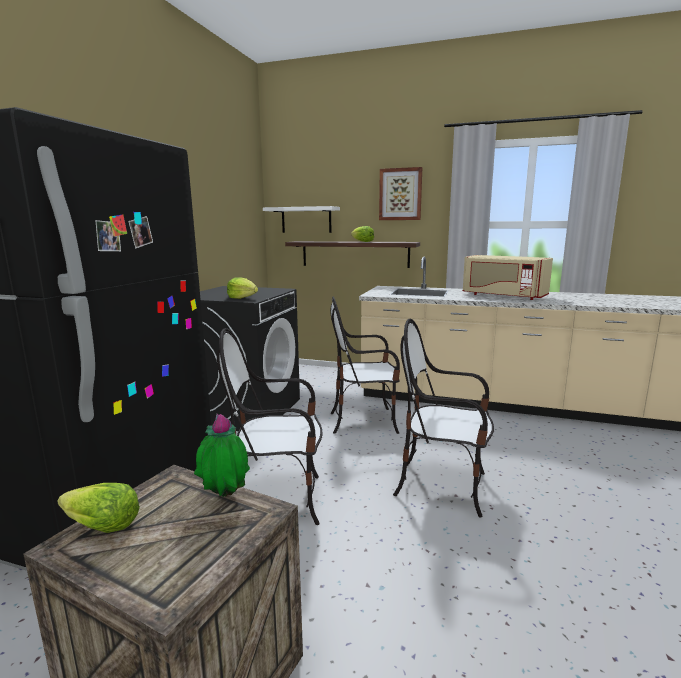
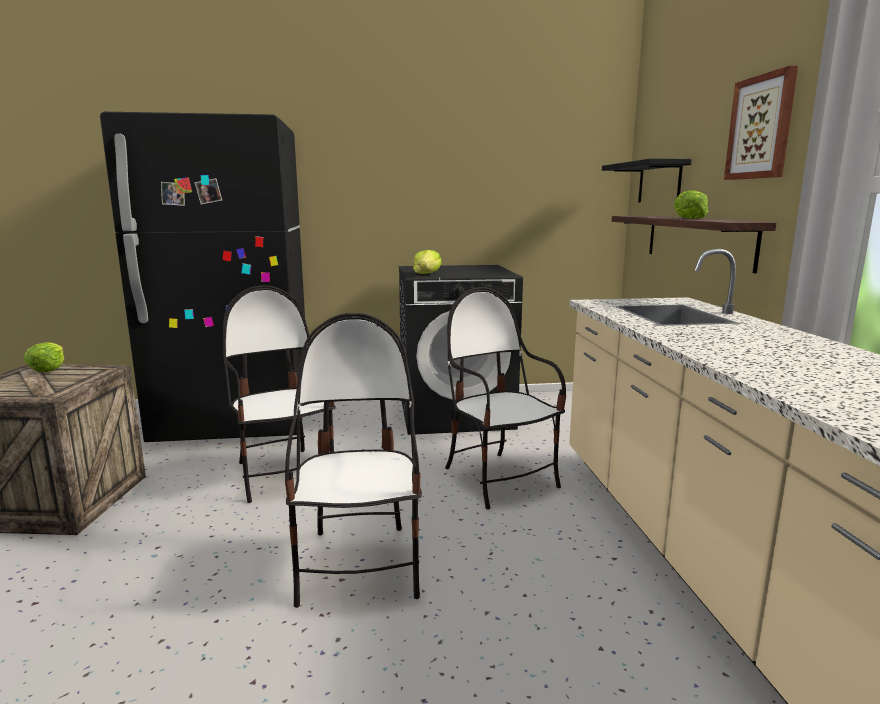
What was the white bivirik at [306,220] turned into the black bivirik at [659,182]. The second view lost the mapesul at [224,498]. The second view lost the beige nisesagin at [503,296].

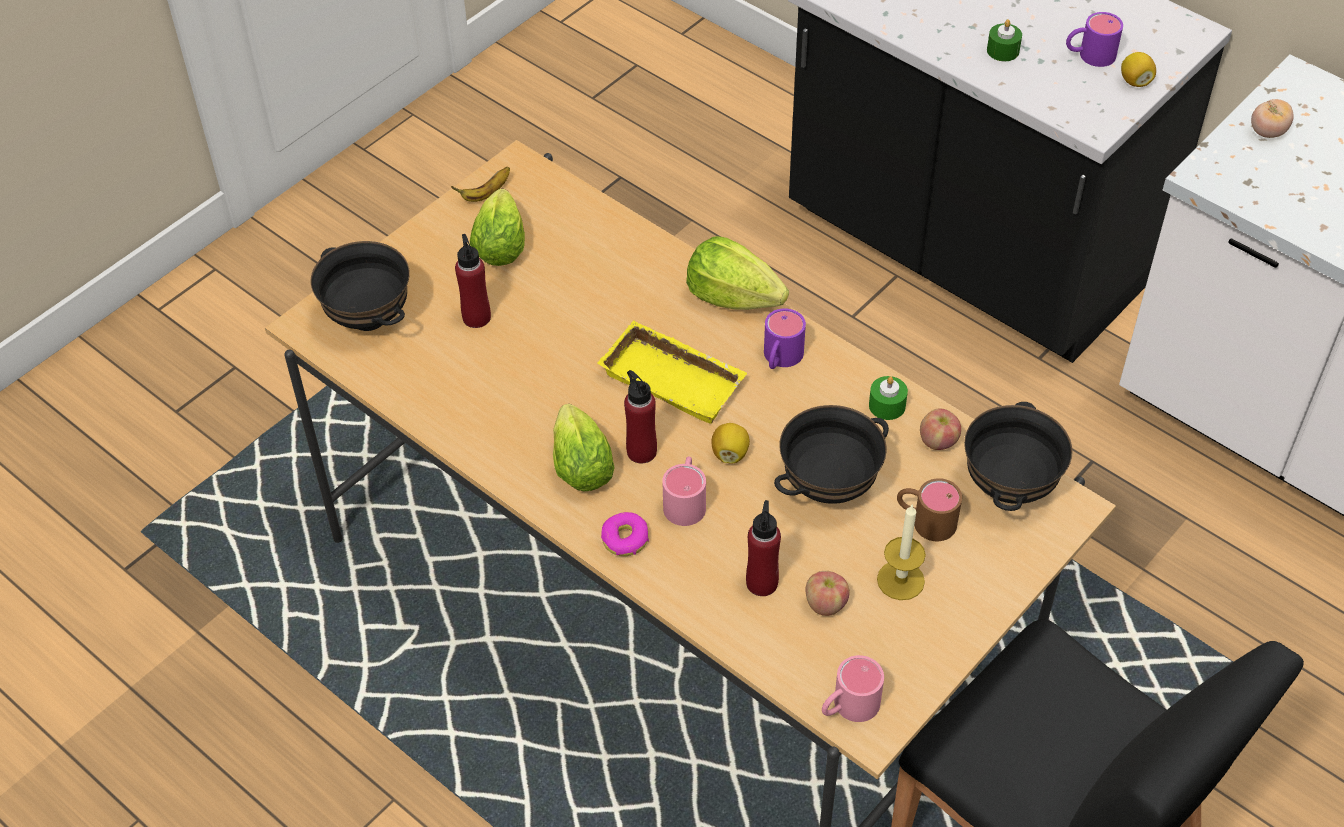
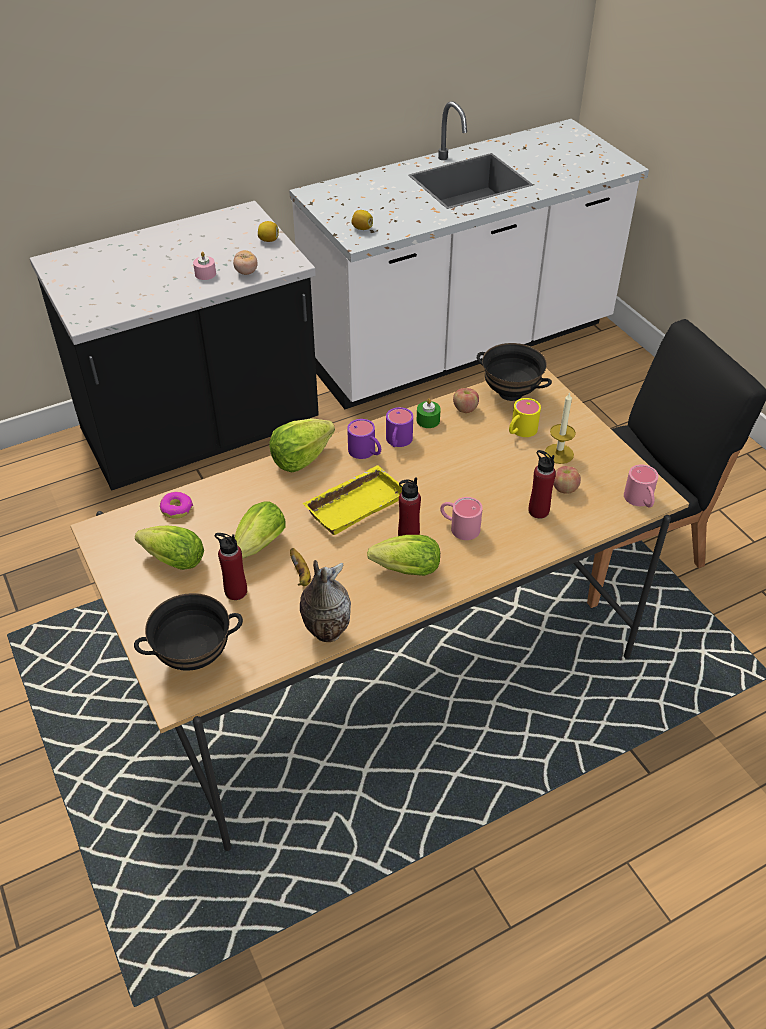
The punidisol ended up elsewhere, having gone from [625,539] to [177,509]. What was the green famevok at [1003,50] turned into the pink famevok at [205,274]. The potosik ended up elsewhere, having gone from [1267,132] to [246,272]. The second view gained the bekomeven at [257,547]. The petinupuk ended up elsewhere, having gone from [486,194] to [301,574]. The second view gained the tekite at [325,632]. The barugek ended up elsewhere, having gone from [730,453] to [362,228]. The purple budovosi ended up elsewhere, having gone from [1089,55] to [397,442]. What was the brown budovosi at [925,520] turned into the yellow budovosi at [520,431]. The second view lost the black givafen at [829,487].

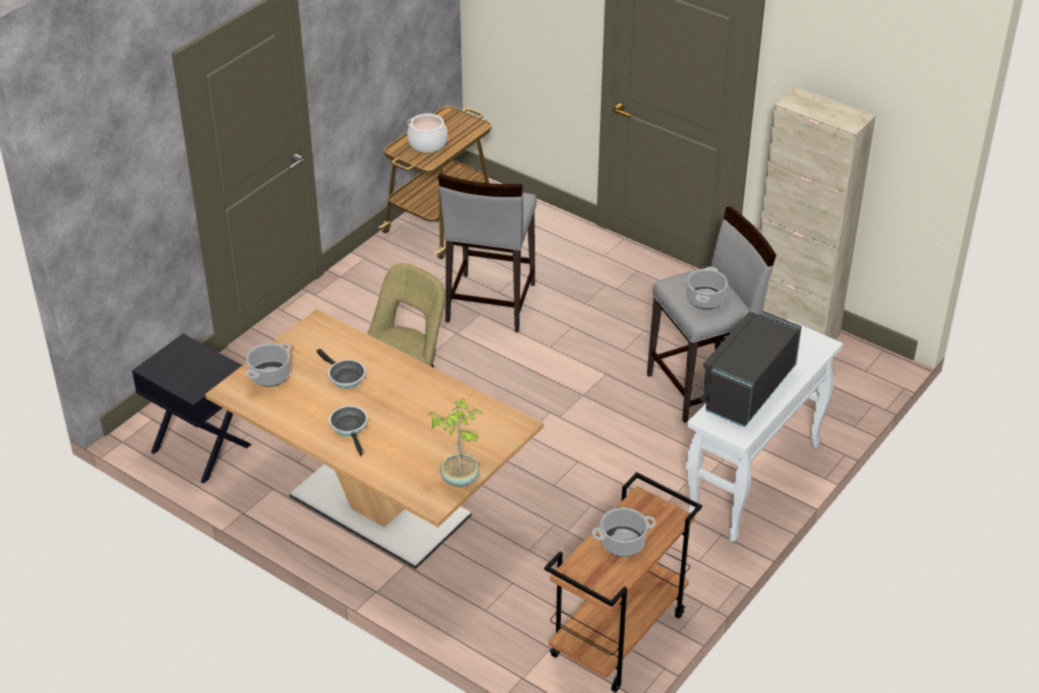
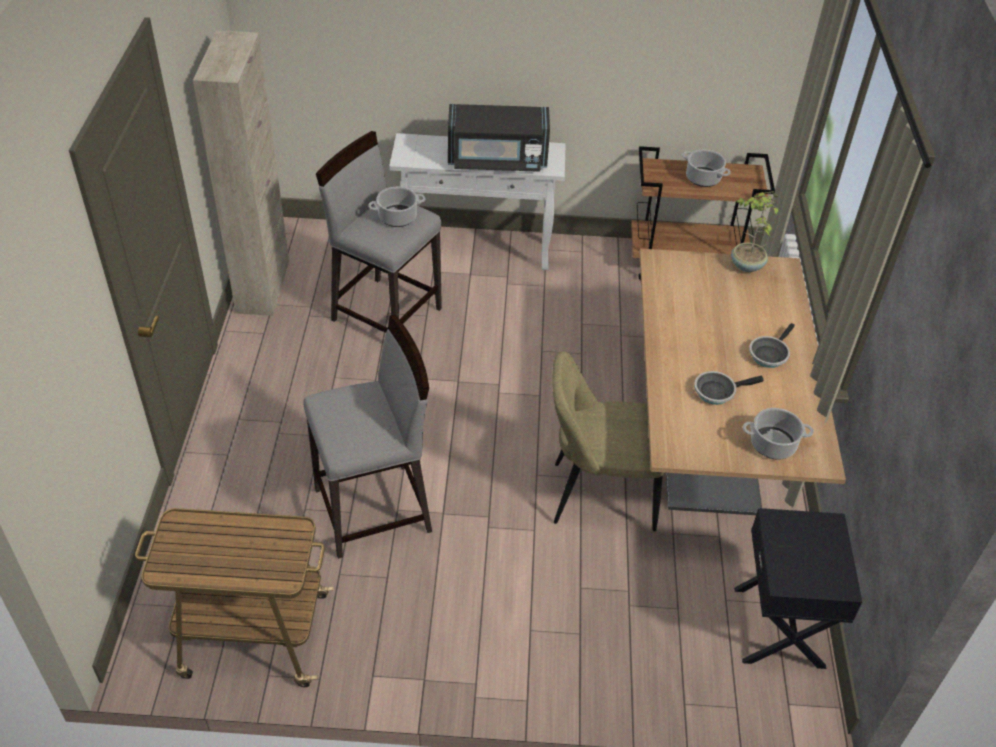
The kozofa at [344,376] ended up facing another way, 120 degrees counterclockwise from before. The second view lost the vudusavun at [427,143].

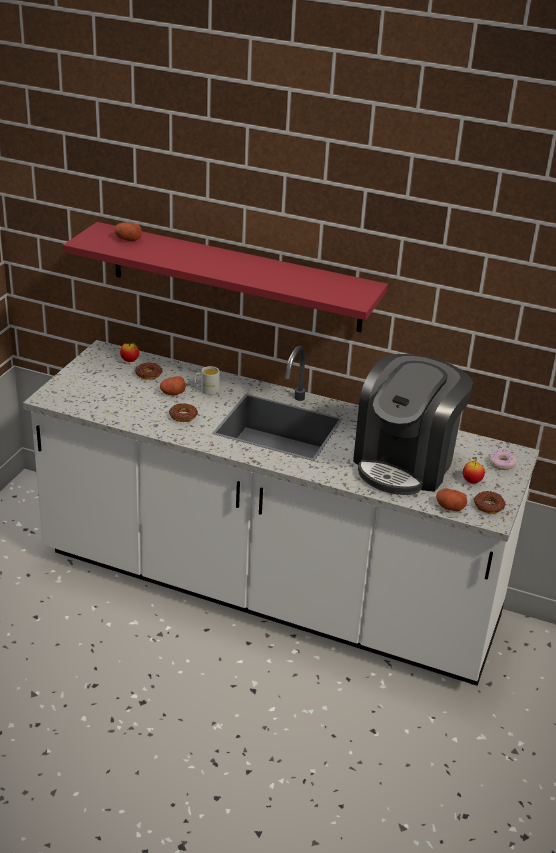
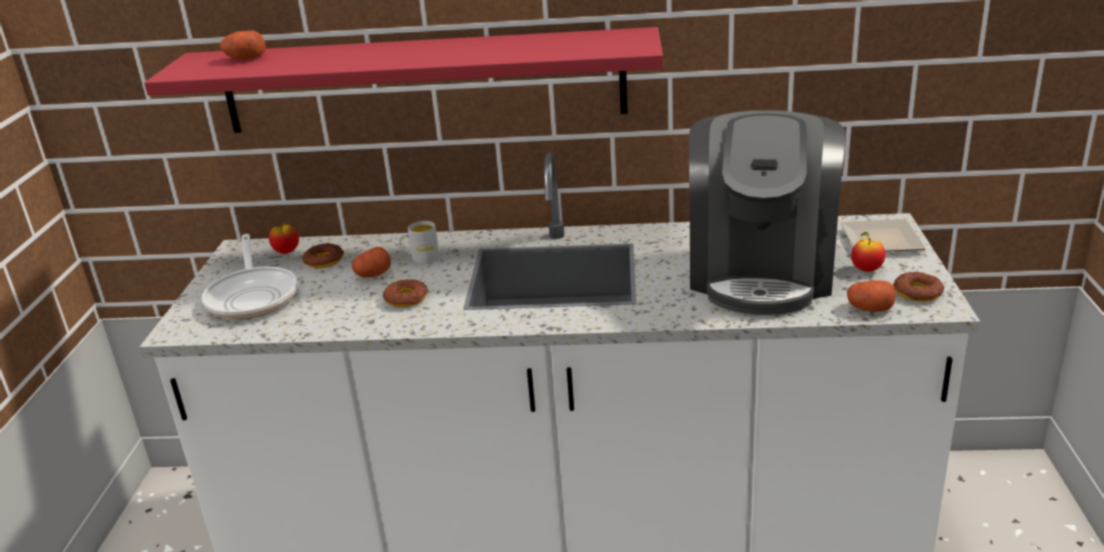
The second view gained the kozofa at [253,296]. Where the punidisol stood at [502,464], the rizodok came to stand at [883,239].

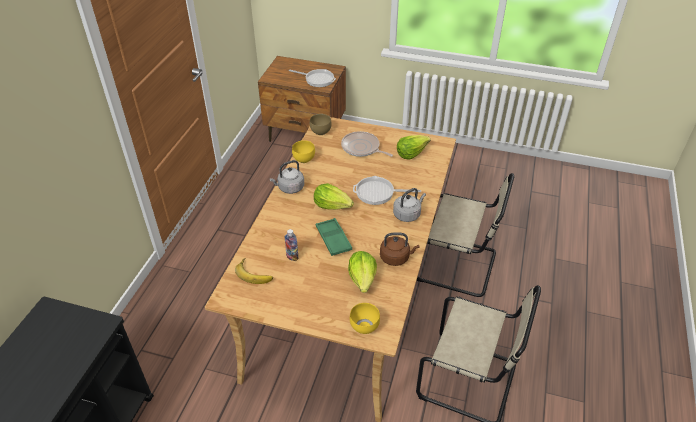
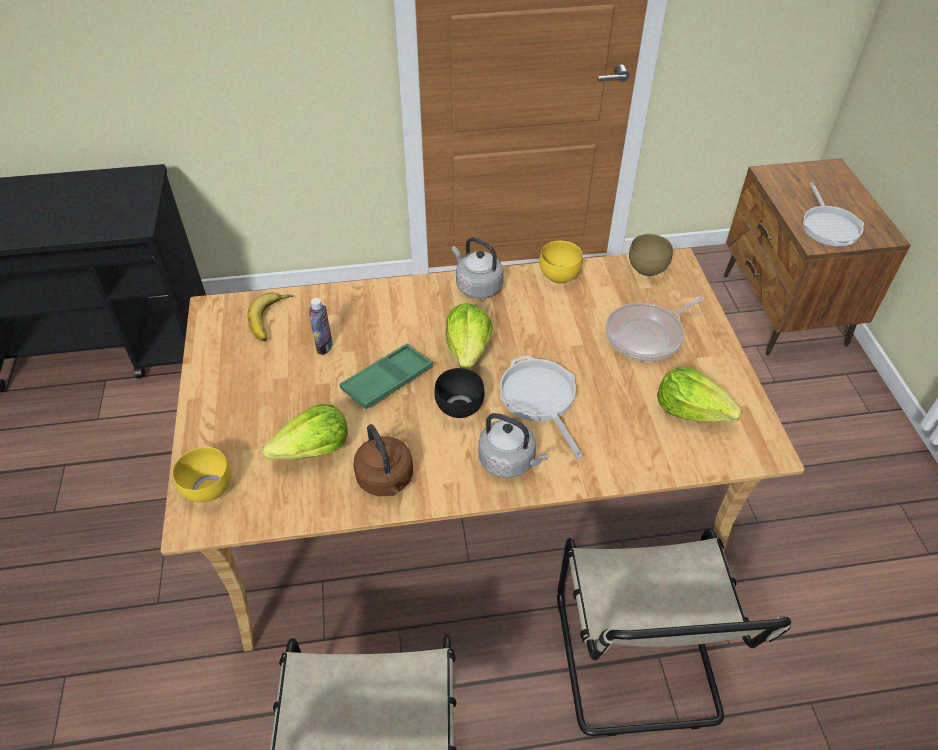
The second view gained the black givafen at [458,408]. The kozofa at [362,148] ended up facing another way, 135 degrees counterclockwise from before.

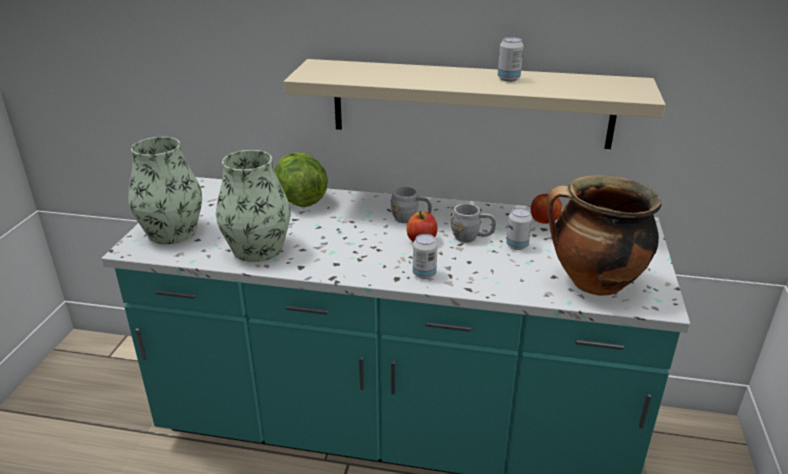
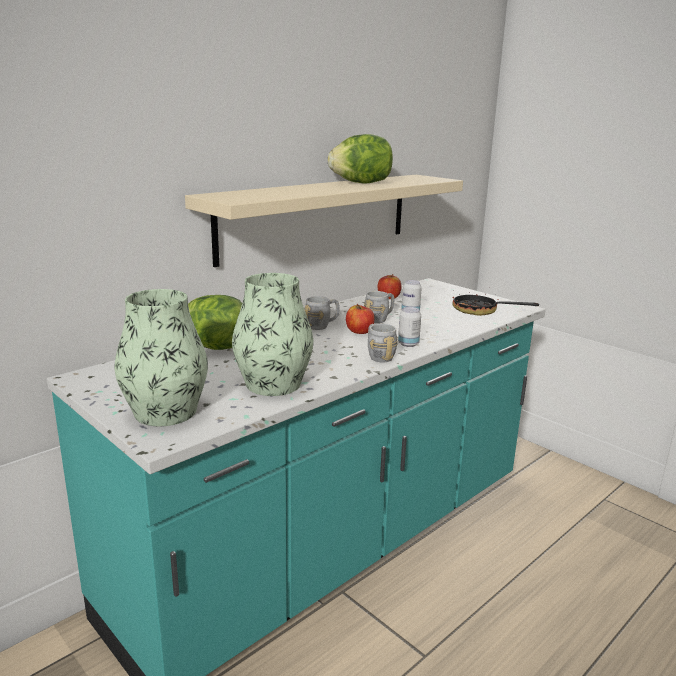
Where the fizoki stood at [508,79], the bekomeven came to stand at [361,183]. The second view gained the grey budovosi at [378,355]. Where the vudusavun stood at [593,283], the kozofa came to stand at [481,312].

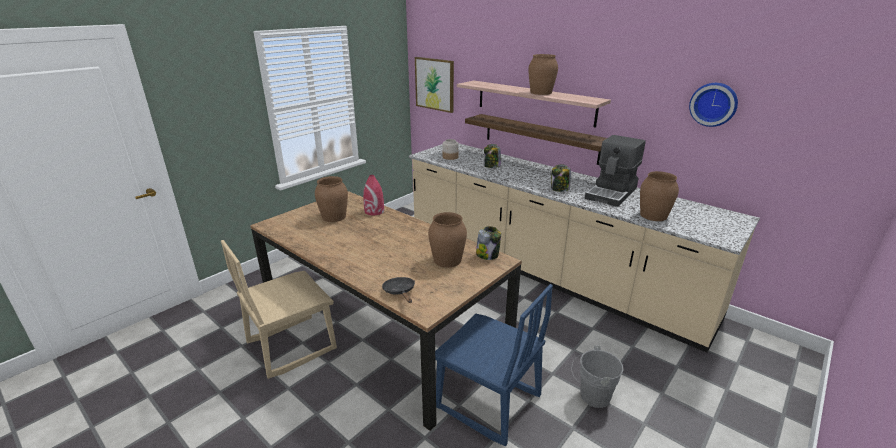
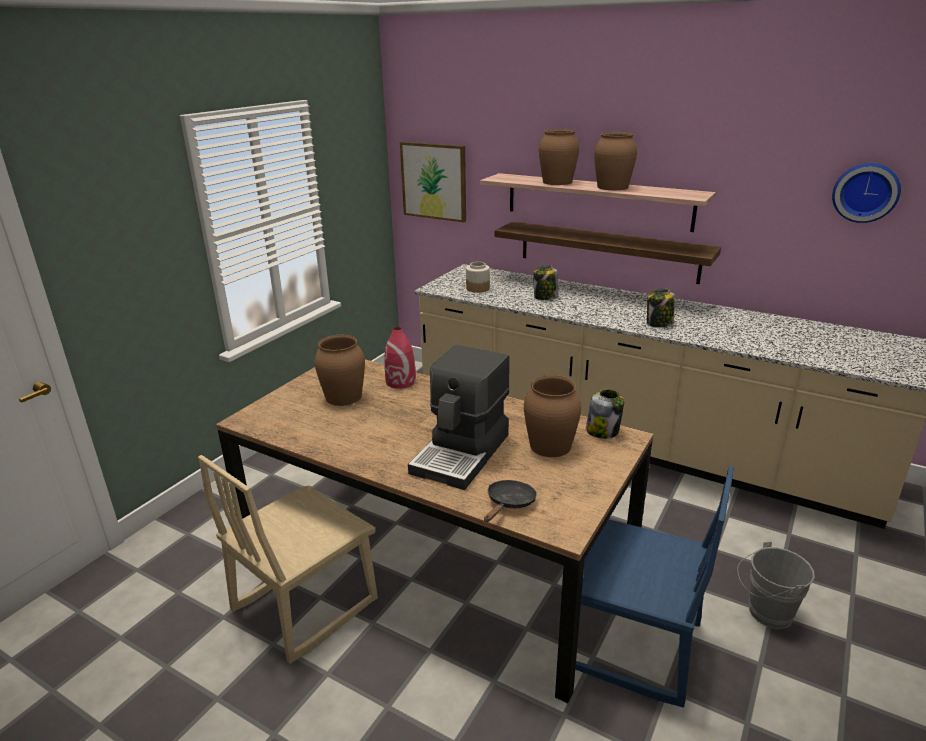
The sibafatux ended up elsewhere, having gone from [612,193] to [462,453]. The black kozofa at [400,292] ended up facing another way, 60 degrees clockwise from before. The brown tekite ended up elsewhere, having gone from [653,215] to [557,182].

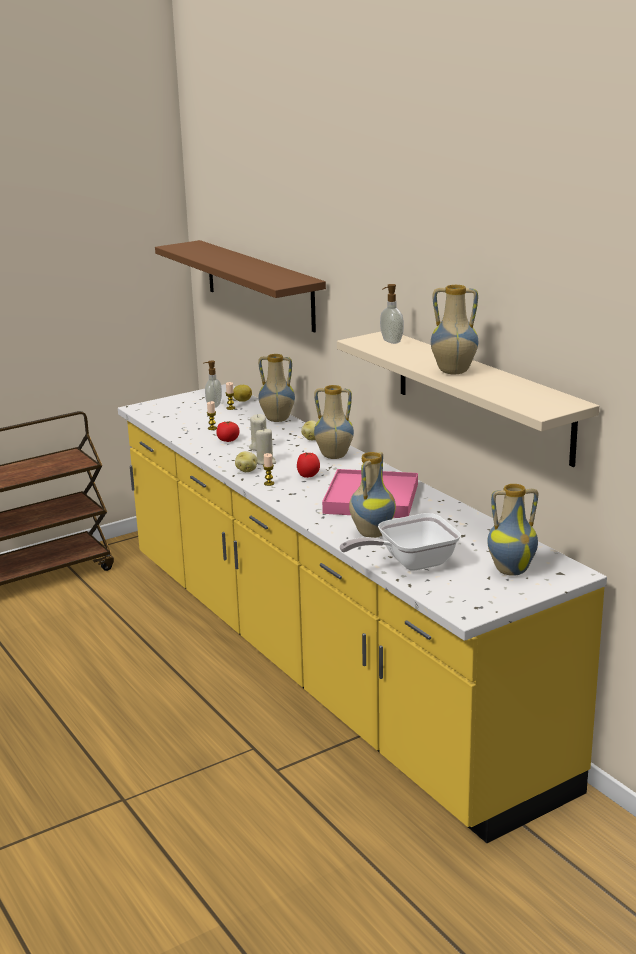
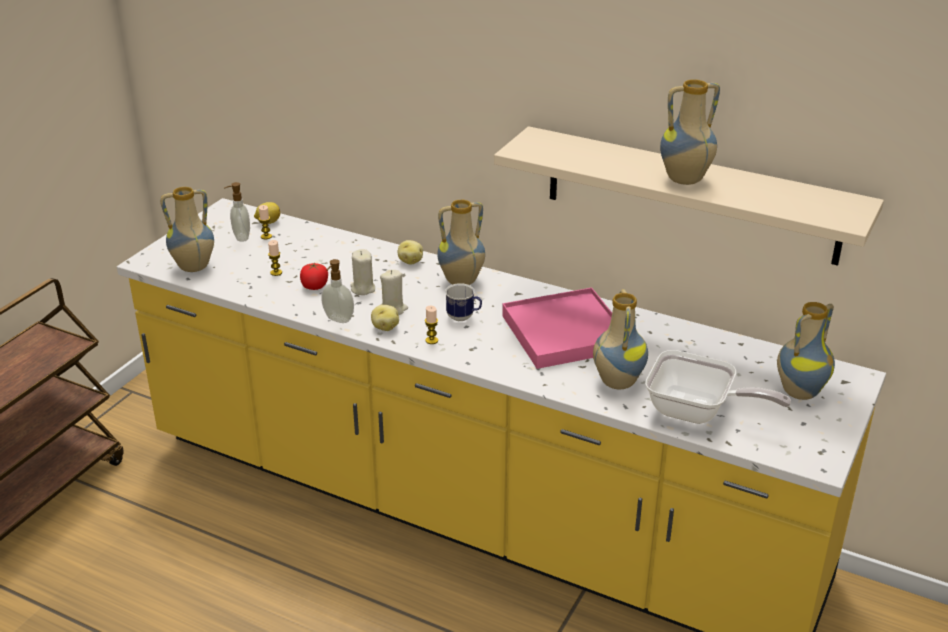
The tekite ended up elsewhere, having gone from [277,420] to [193,268]. The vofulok ended up elsewhere, having gone from [391,341] to [338,319]. Where the potosik stood at [308,476], the budovosi came to stand at [464,317]. The kozofa at [409,563] ended up facing another way, 105 degrees counterclockwise from before. The second view lost the brown bivirik at [259,284].

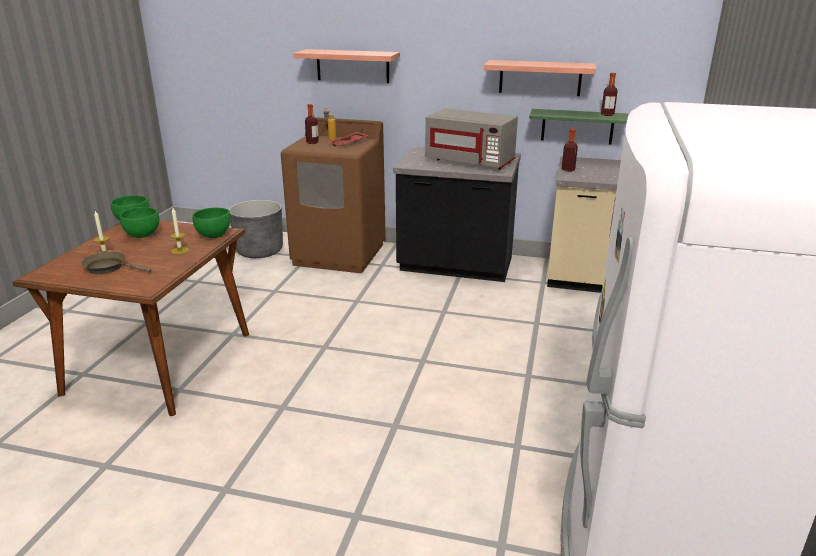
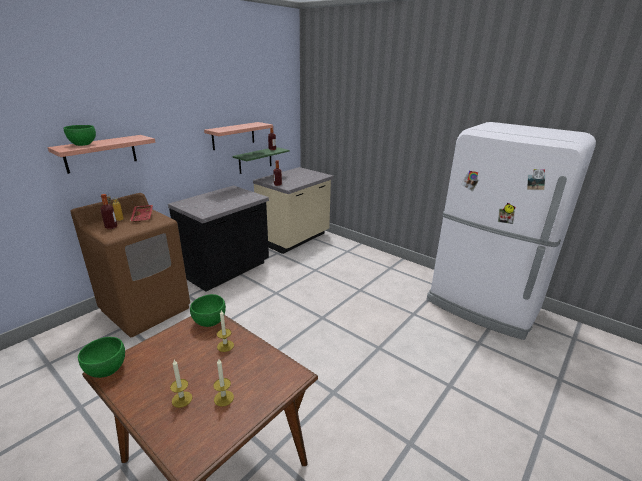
The green givafen ended up elsewhere, having gone from [142,235] to [83,144]. Where the brown kozofa stood at [109,268], the famevok came to stand at [224,398]. The second view lost the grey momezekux at [259,251]. The second view lost the grey nisesagin at [470,162].

